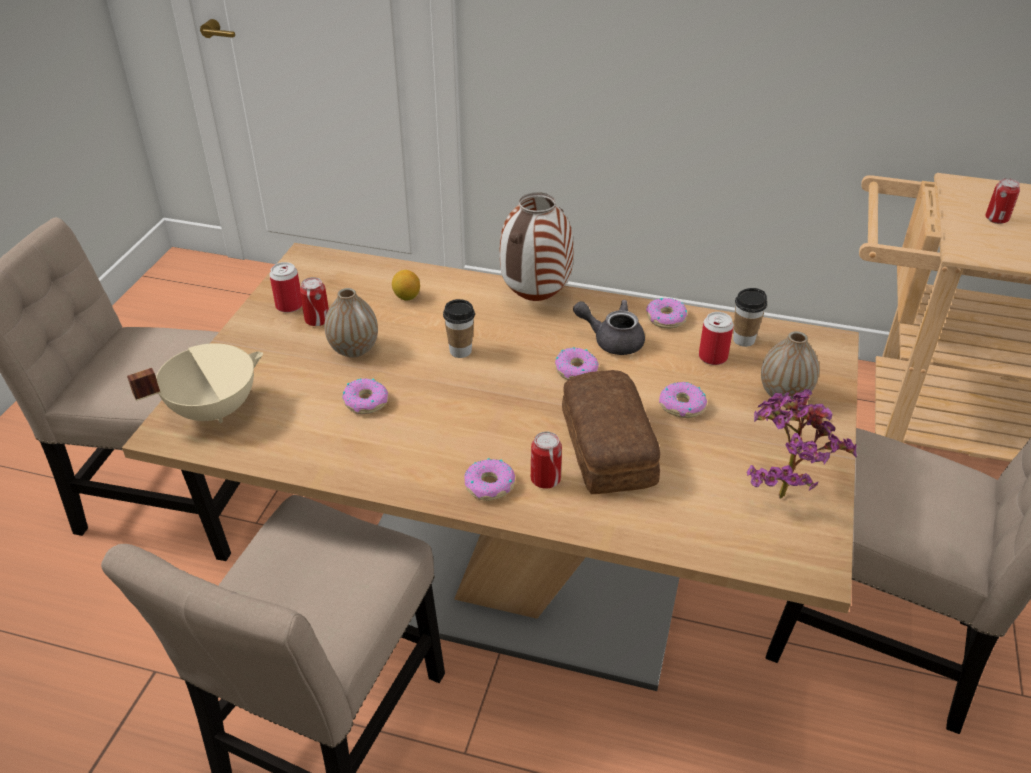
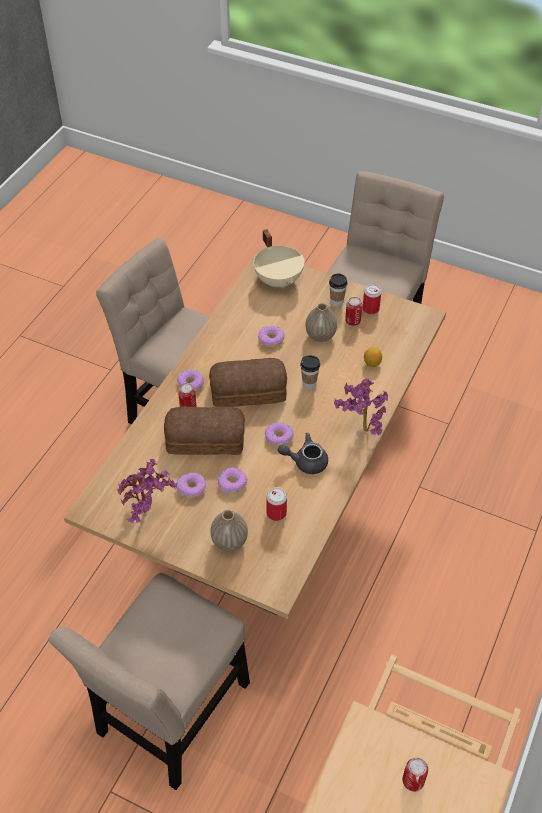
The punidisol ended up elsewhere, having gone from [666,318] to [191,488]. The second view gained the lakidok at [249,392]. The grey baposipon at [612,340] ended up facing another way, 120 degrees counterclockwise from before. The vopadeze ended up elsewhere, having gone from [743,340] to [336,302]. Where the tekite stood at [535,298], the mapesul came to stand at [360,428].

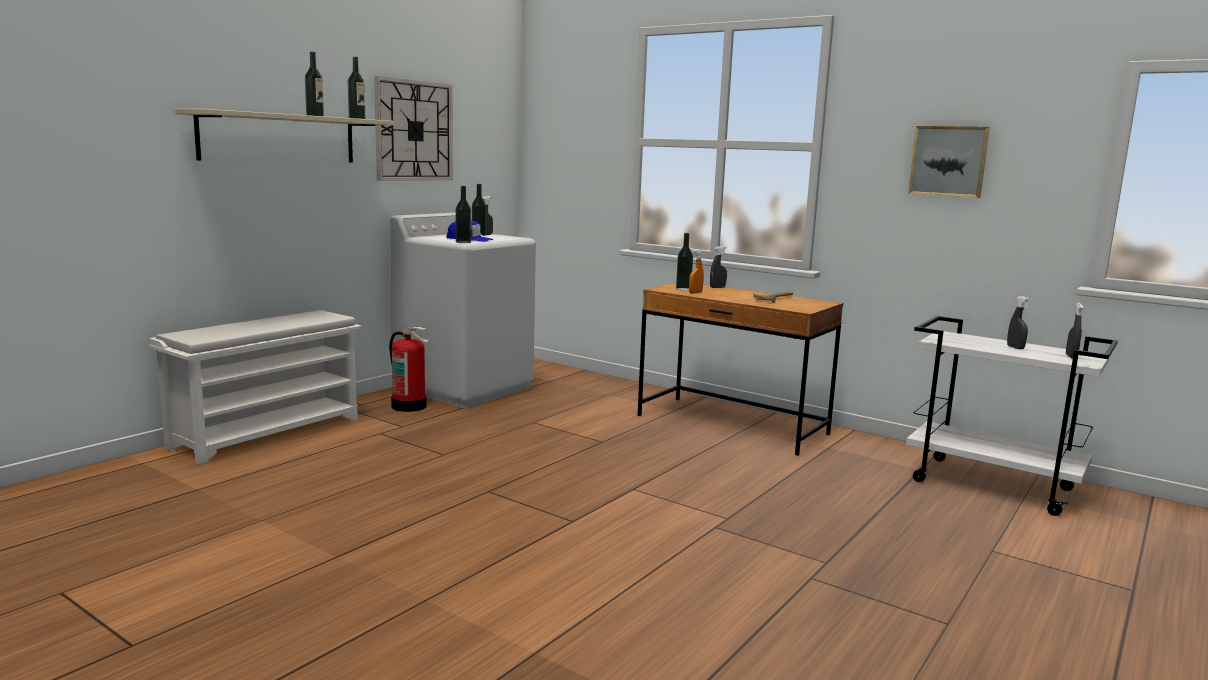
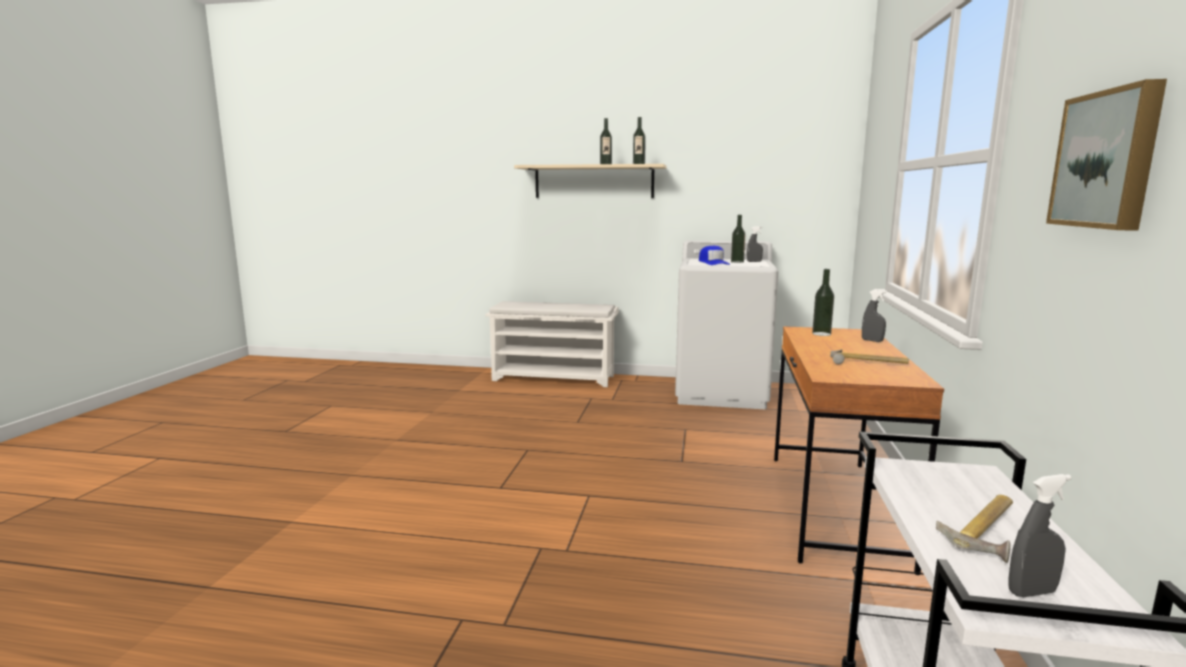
Where the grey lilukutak stood at [1015,347], the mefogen came to stand at [989,530]. The second view lost the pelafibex at [414,131]. The second view lost the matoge at [409,406]. The second view lost the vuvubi at [463,242]. The second view lost the orange lilukutak at [695,293].

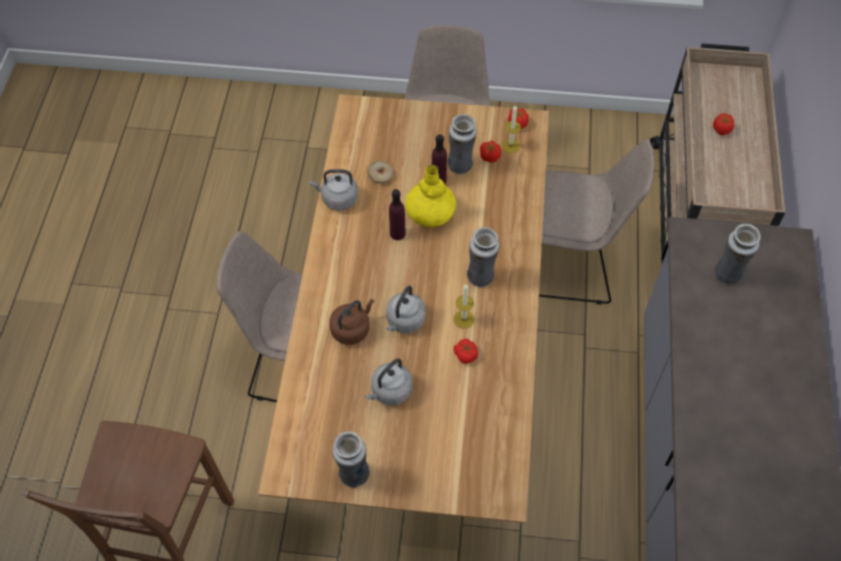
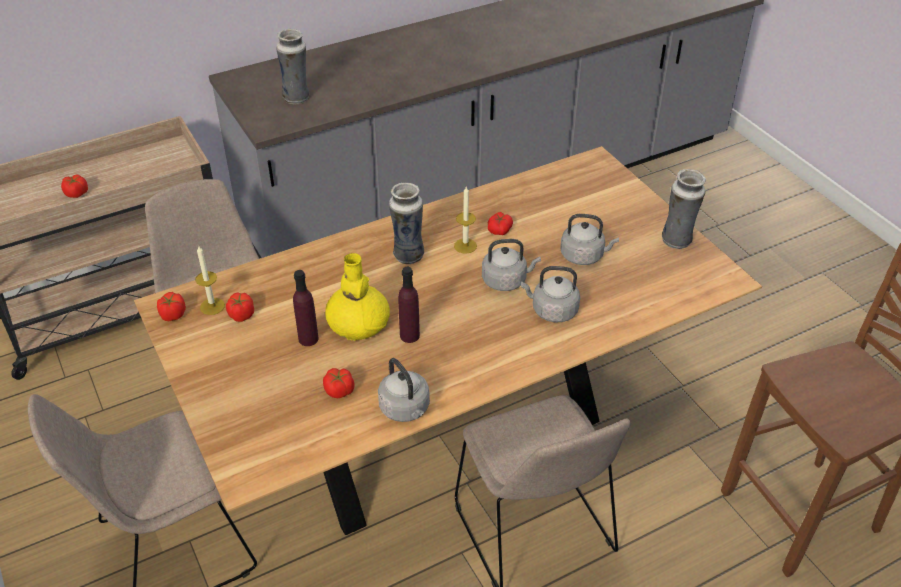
Where the punidisol stood at [380,175], the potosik came to stand at [339,391]. What was the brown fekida at [352,329] turned into the grey fekida at [552,311]. The second view lost the tekite at [460,166].

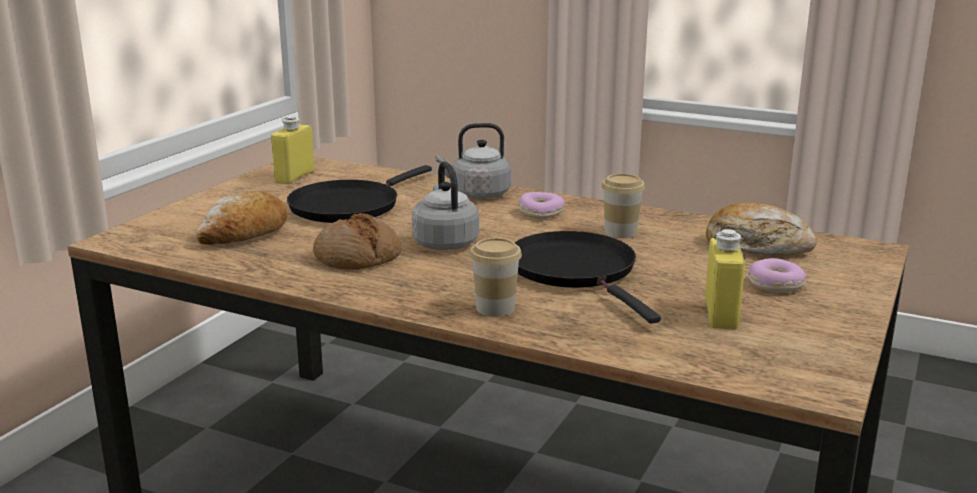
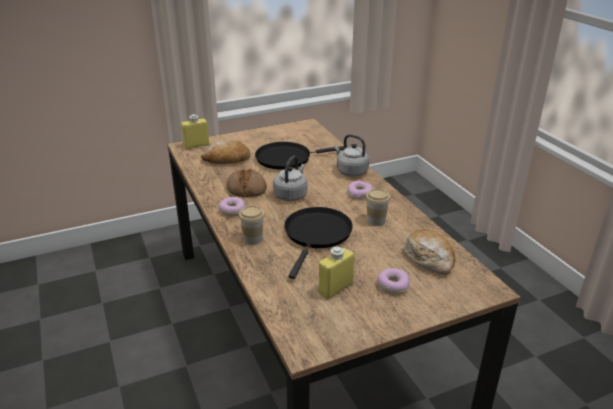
The yellow vuvubi ended up elsewhere, having gone from [295,177] to [196,146]. The second view gained the punidisol at [232,210].

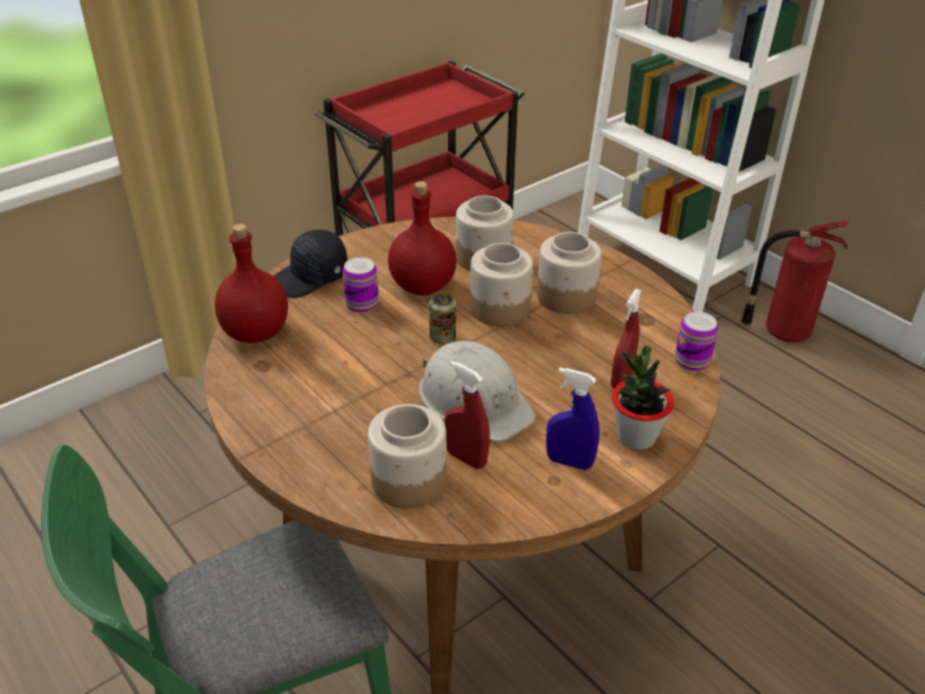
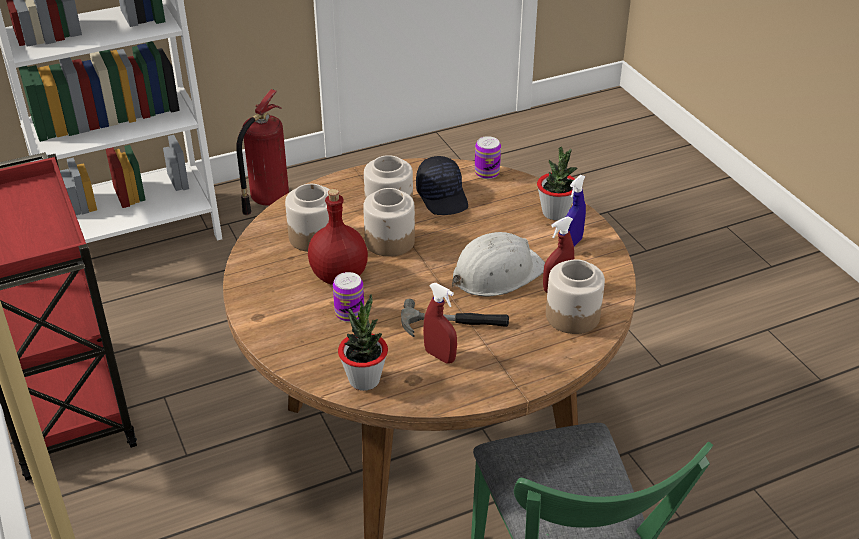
Where the red vuvubi stood at [257,333], the mapesul came to stand at [364,380]. The second view gained the mefogen at [454,324]. The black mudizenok ended up elsewhere, having gone from [310,278] to [443,197]. The red lilukutak ended up elsewhere, having gone from [621,380] to [440,356]. The second view lost the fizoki at [442,338].

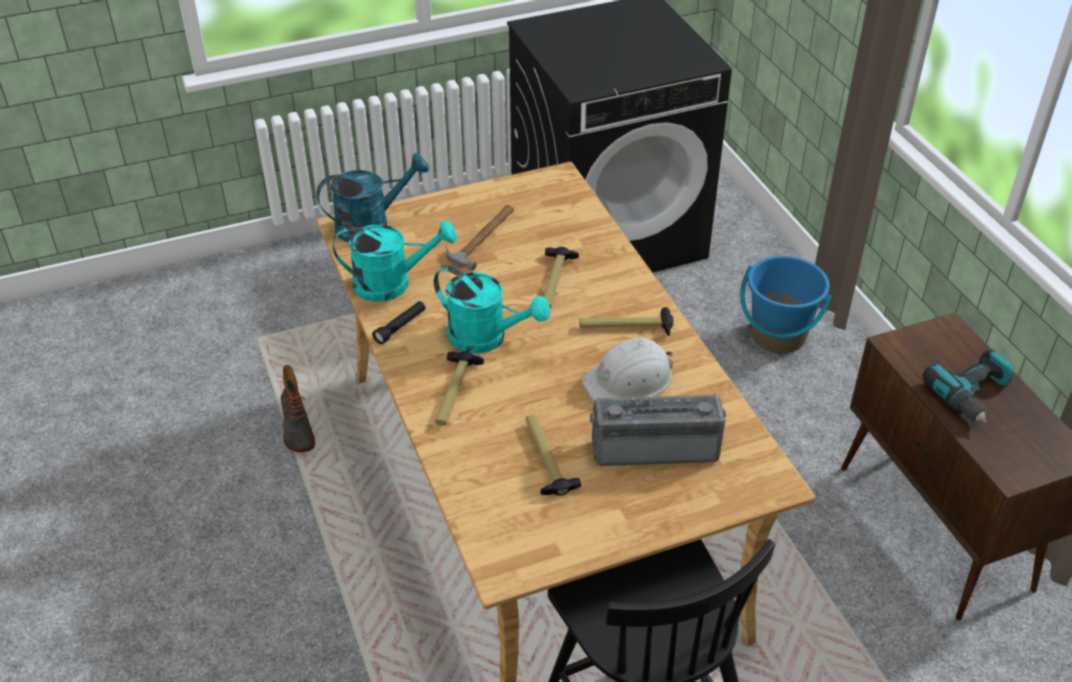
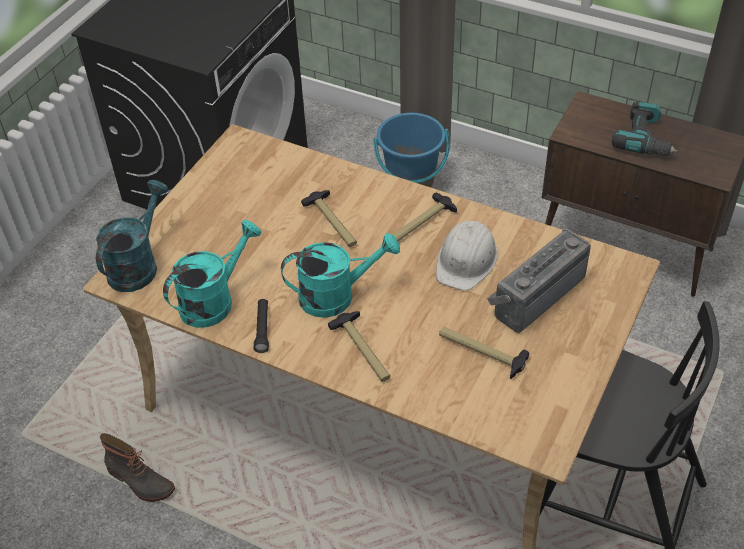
The second view lost the mefogen at [483,237].

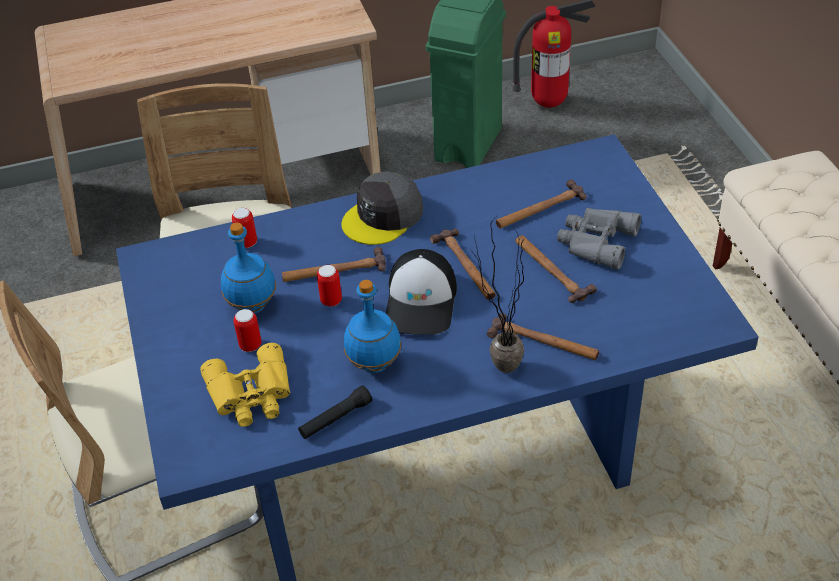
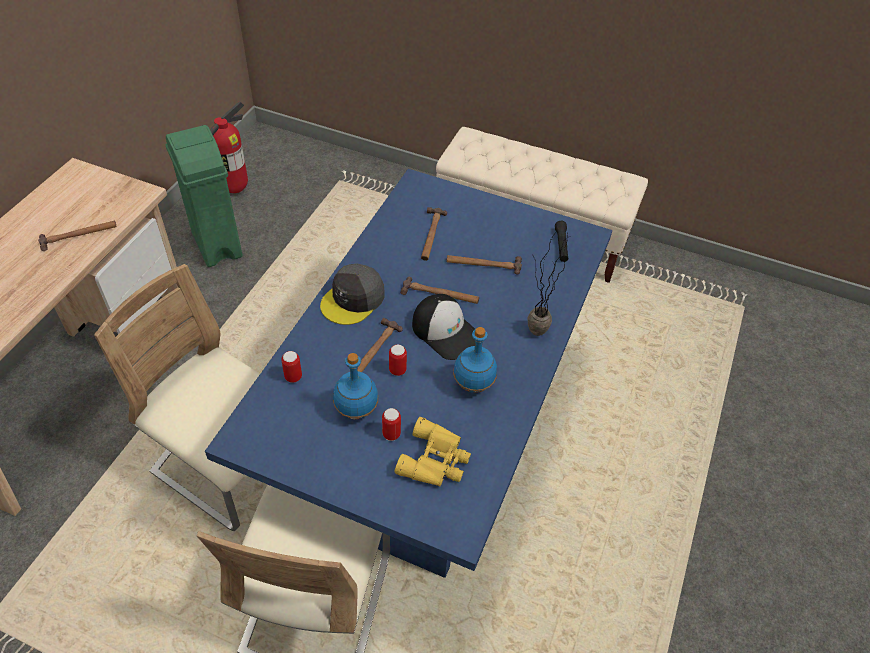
The mefogen ended up elsewhere, having gone from [543,342] to [79,235]. The grey mudizenok at [383,217] ended up facing another way, 45 degrees clockwise from before. The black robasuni ended up elsewhere, having gone from [335,419] to [561,245]. The second view lost the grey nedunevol at [595,242].

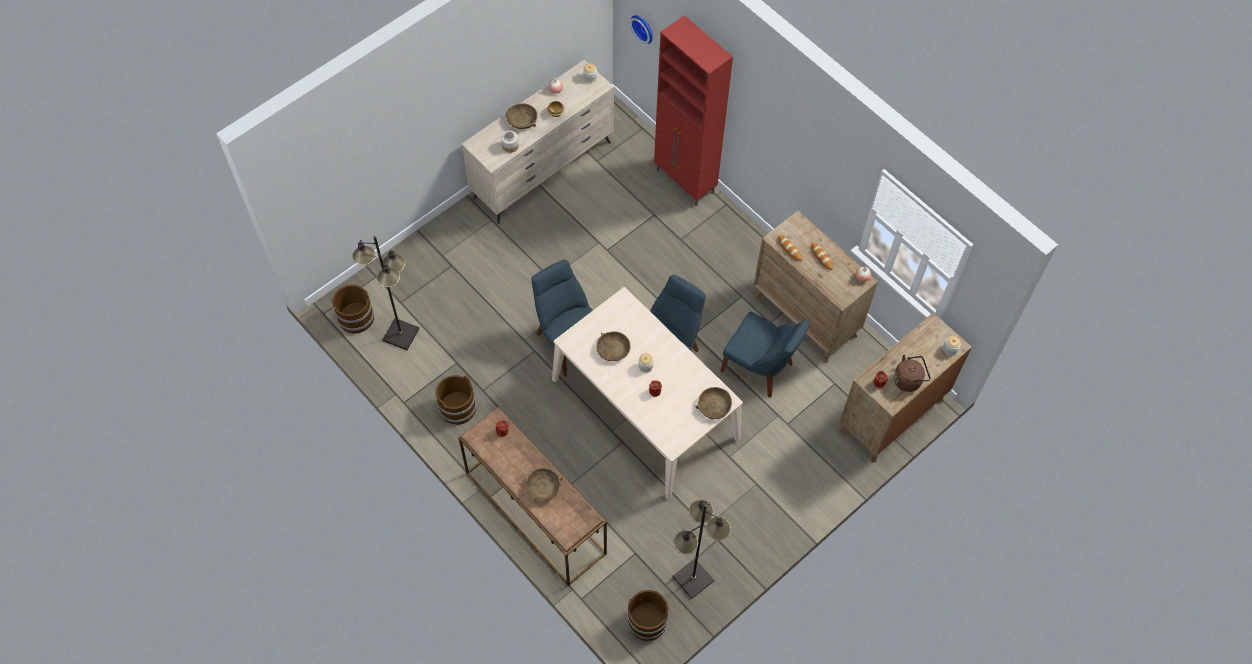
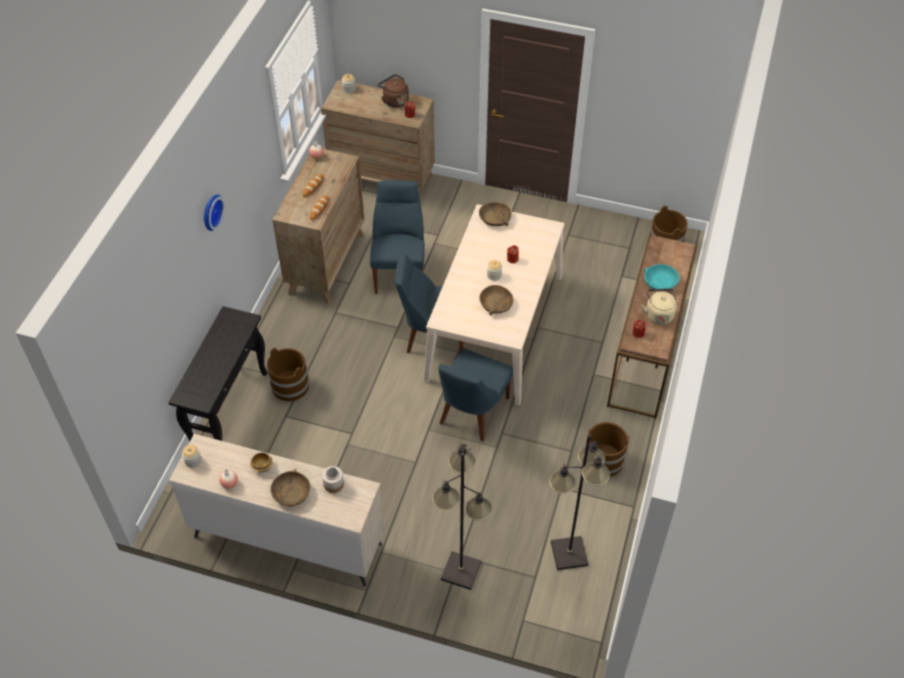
Where the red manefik stood at [685,182], the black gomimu came to stand at [230,409]. The pelafibex ended up elsewhere, having gone from [643,28] to [210,211]. The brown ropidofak ended up elsewhere, having gone from [356,317] to [290,385]. The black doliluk ended up elsewhere, having gone from [693,579] to [461,570]. The second view gained the beige fekida at [658,314]. What was the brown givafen at [543,487] turned into the turquoise givafen at [660,282].

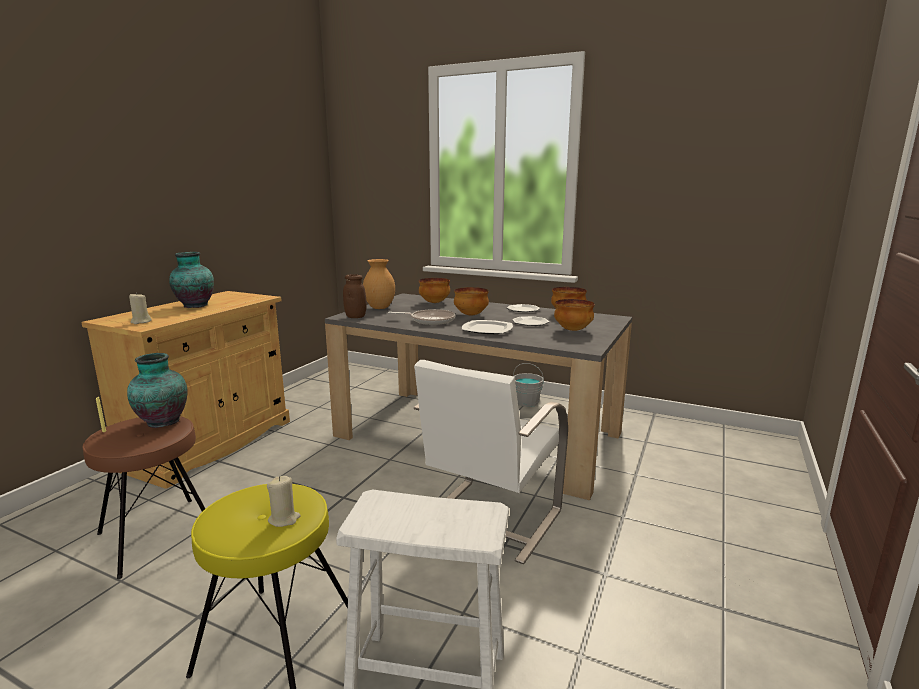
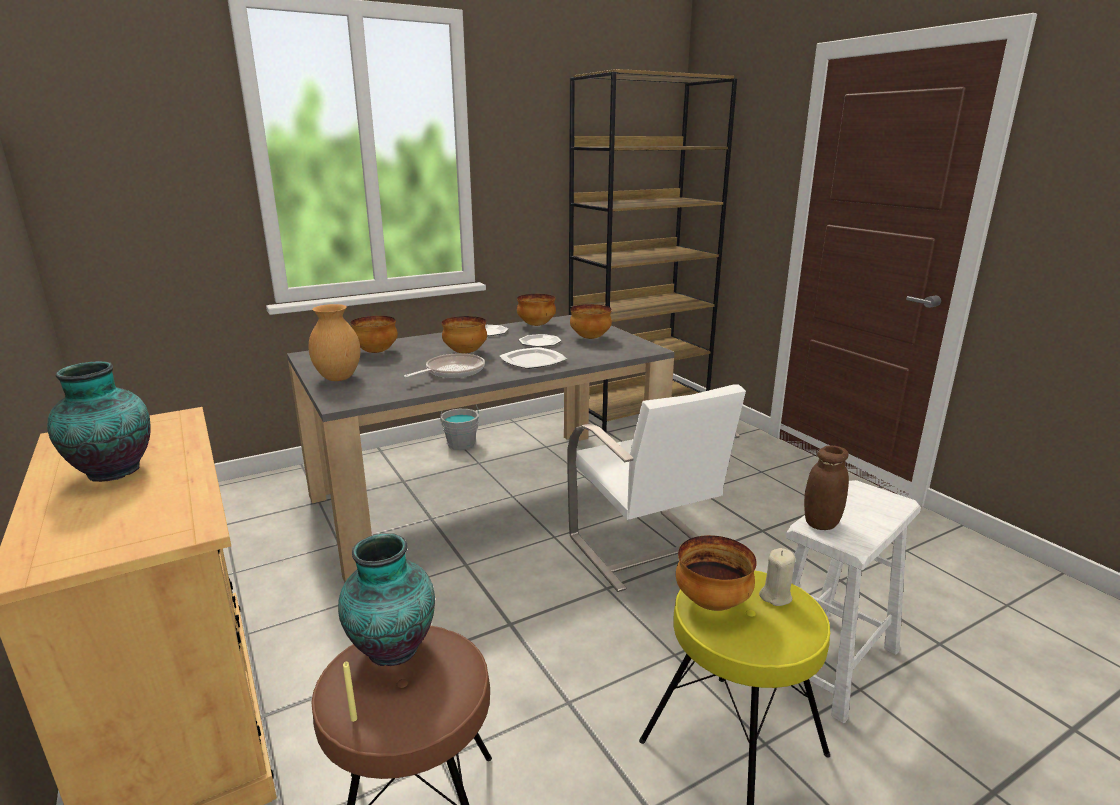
The second view gained the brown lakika at [639,407]. The second view gained the givafen at [711,602]. The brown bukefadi ended up elsewhere, having gone from [355,317] to [821,523]. The second view lost the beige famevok at [141,322].

